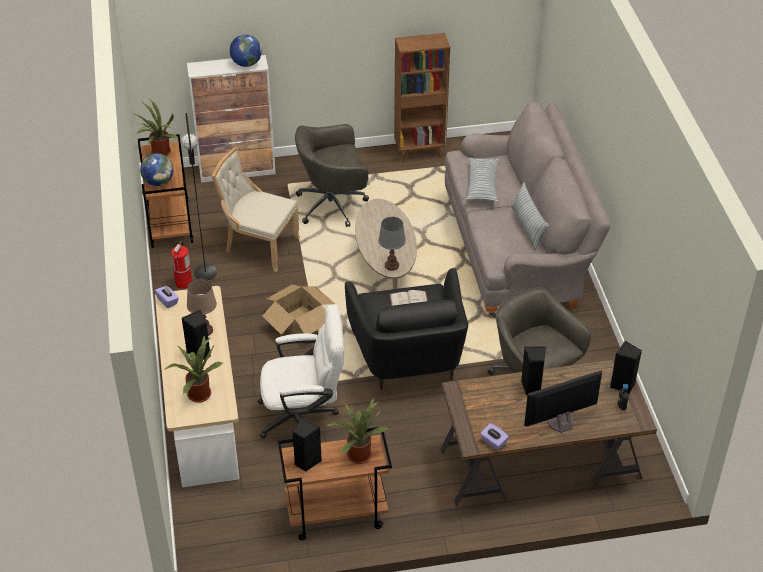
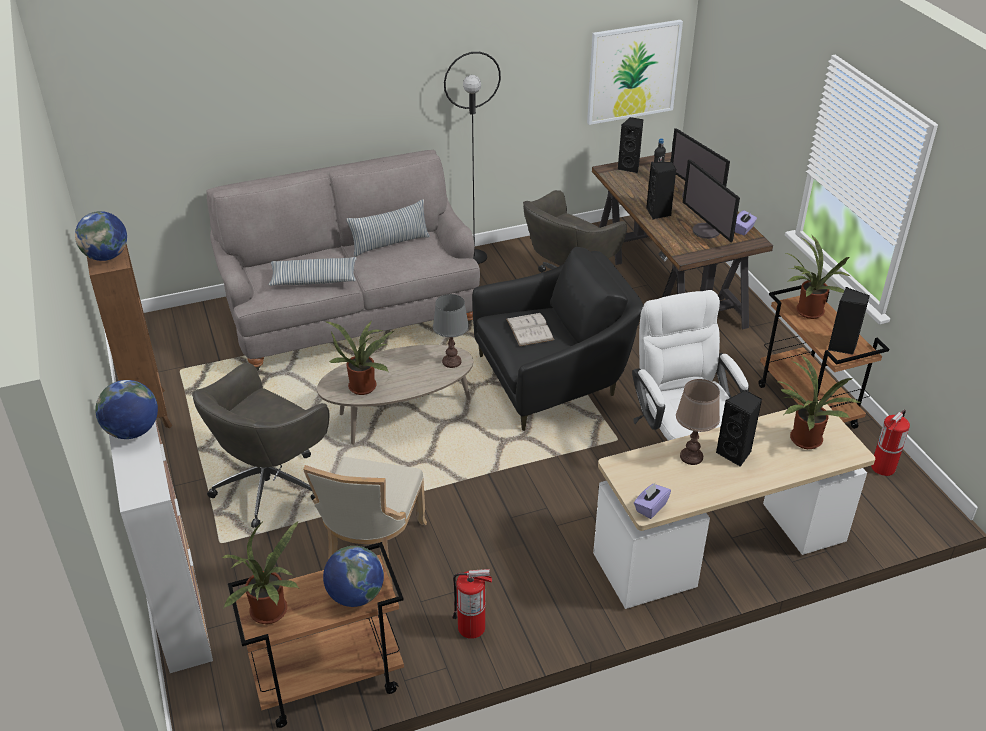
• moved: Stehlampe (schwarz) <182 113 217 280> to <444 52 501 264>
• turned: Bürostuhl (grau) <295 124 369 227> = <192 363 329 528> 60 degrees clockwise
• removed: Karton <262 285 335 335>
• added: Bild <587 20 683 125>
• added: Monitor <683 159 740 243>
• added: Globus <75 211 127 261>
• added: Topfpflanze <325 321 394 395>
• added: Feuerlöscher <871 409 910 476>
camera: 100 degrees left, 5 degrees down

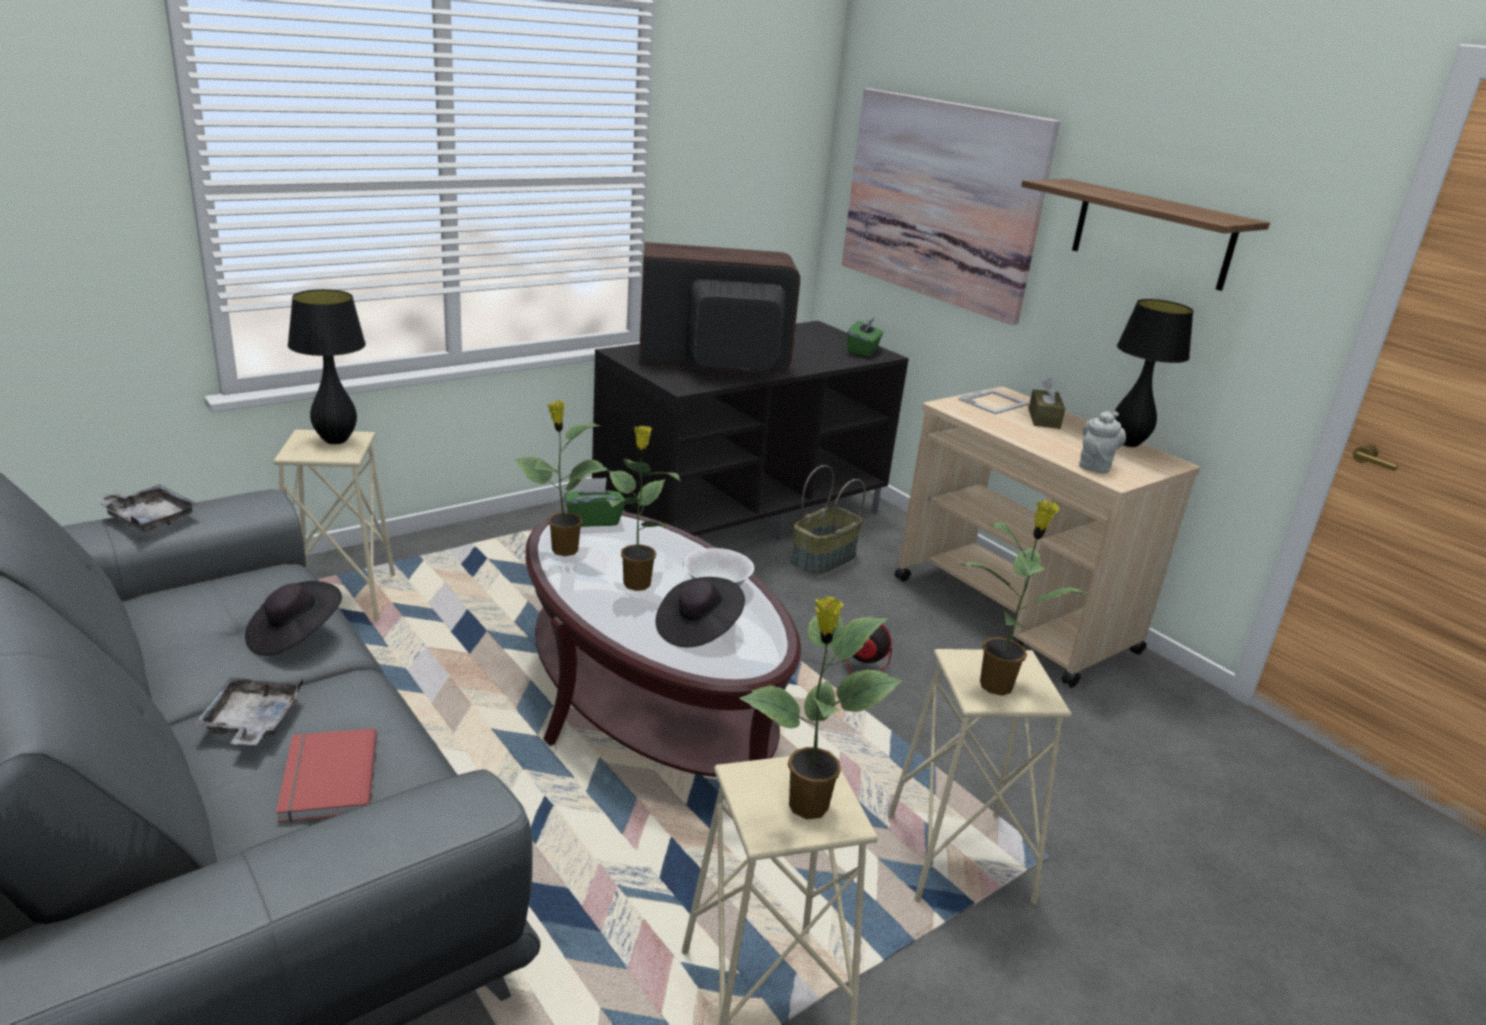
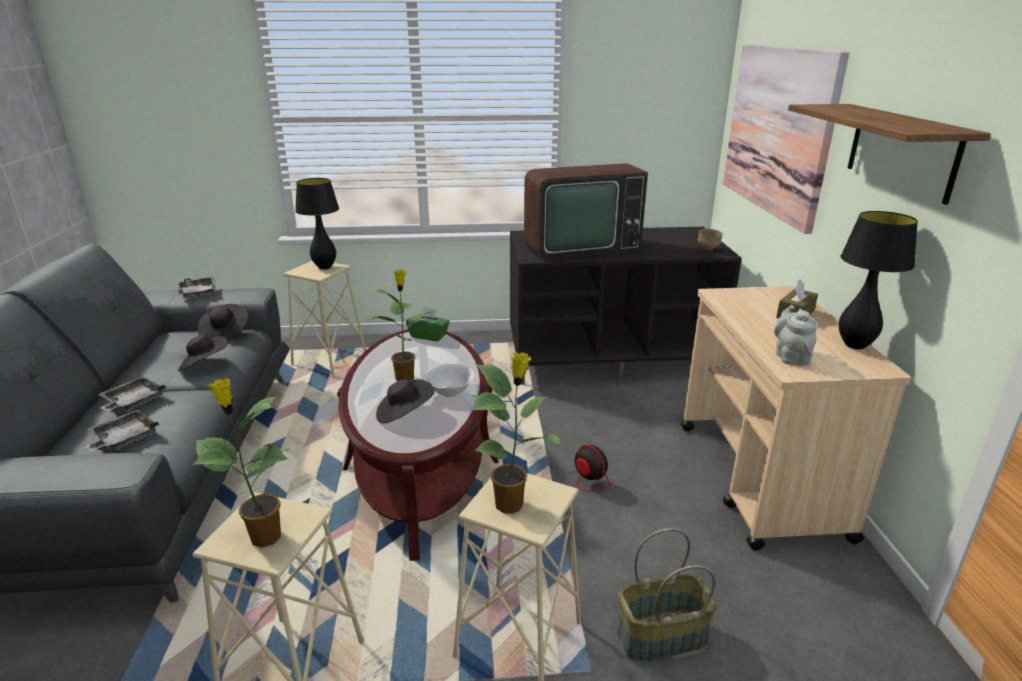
• turned: Fernseher <639 242 800 374> = <524 163 648 259> 135 degrees clockwise
• replaced: Taschentuchbox (grün) <847 317 884 357> to Schüssel (braun) <698 229 723 250>
• removed: Bilderrahmen <958 389 1029 414>
• removed: Topfpflanze <515 401 609 556>
• turned: Teekanne (grau) <1079 411 1126 473> = <774 305 818 365> 60 degrees counterclockwise
• moved: Korb <791 465 866 576> to <617 528 717 662>
• replaced: Buch (rot) <276 728 377 822> to Tablett (grau) <84 409 159 452>
• added: Hut (schwarz) <198 304 249 341>
camera: 35 degrees right, 0 degrees up

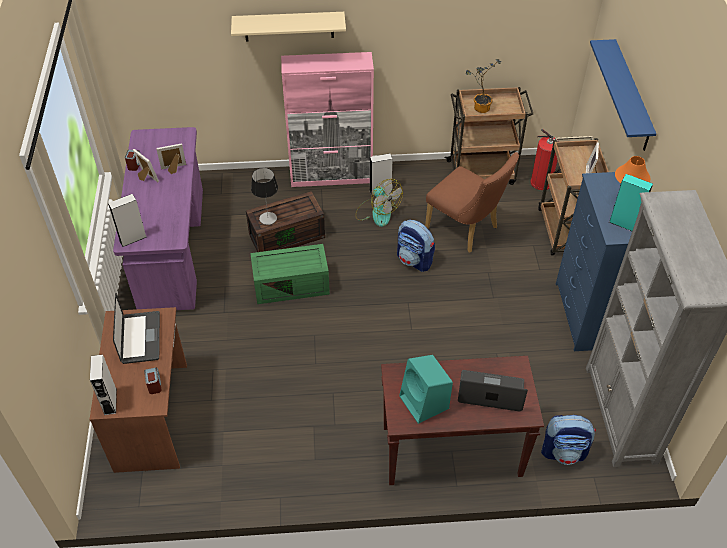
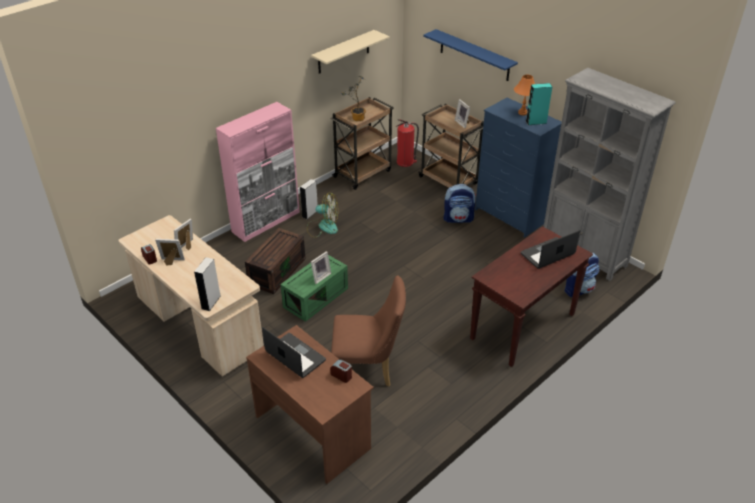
• moved: Wandregal (beige) <231 12 346 42> to <311 30 390 74>
• recoloured: Schreibtisch (lila) <113 127 203 310> to Schreibtisch (beige) <118 215 264 377>
• moved: Stuhl (braun) <425 152 519 253> to <331 275 406 387>
• removed: Tischlampe <251 168 278 225>
• moved: Rucksack <397 220 435 272> to <444 184 476 223>
• removed: Lautsprecher (grau) <90 354 117 415>
• removed: Lautsprecher (türkis) <399 355 453 424>
• added: Bilderrahmen <311 251 331 284>
camera: 40 degrees left, 10 degrees down

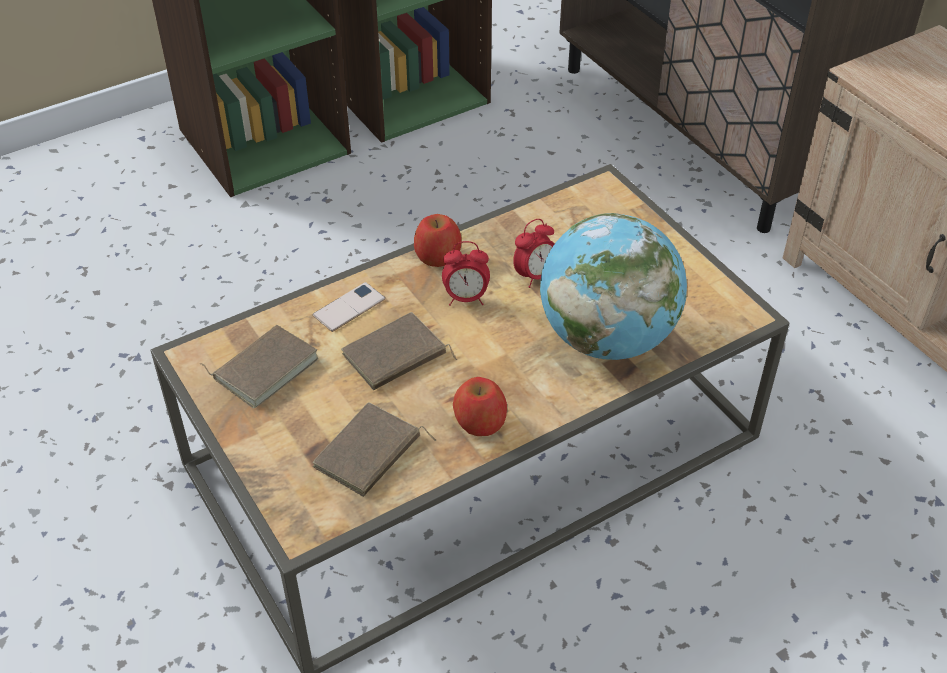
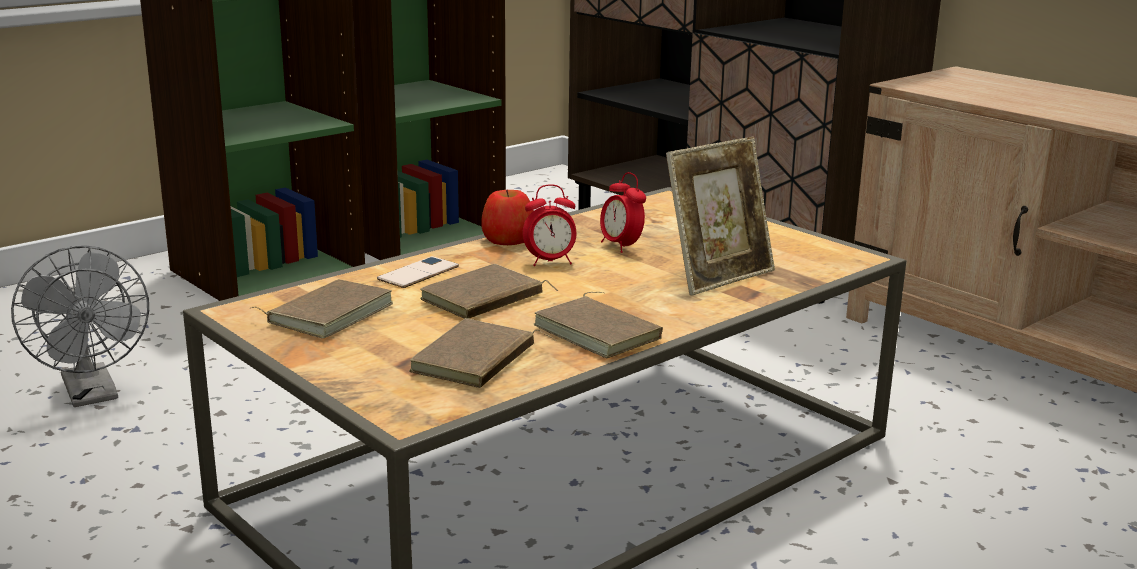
• replaced: Globus <540 213 687 360> to Bilderrahmen <666 136 775 295>
• turned: Wecker <513 219 555 288> = <600 172 646 253> 105 degrees clockwise
• replaced: Apfel <453 377 507 436> to Buch (braun) <534 292 663 358>
• added: Ventilator (grau) <11 245 149 407>
camera: 10 degrees left, 25 degrees down

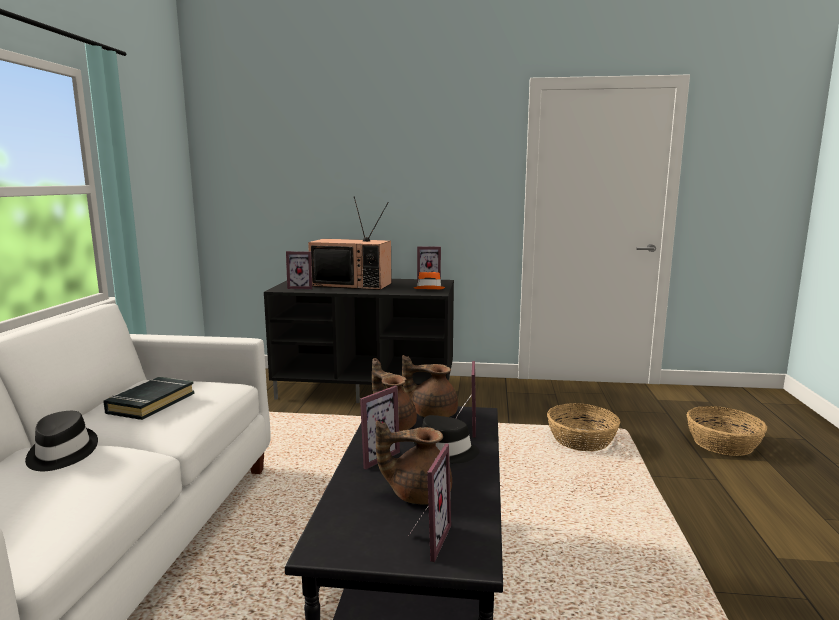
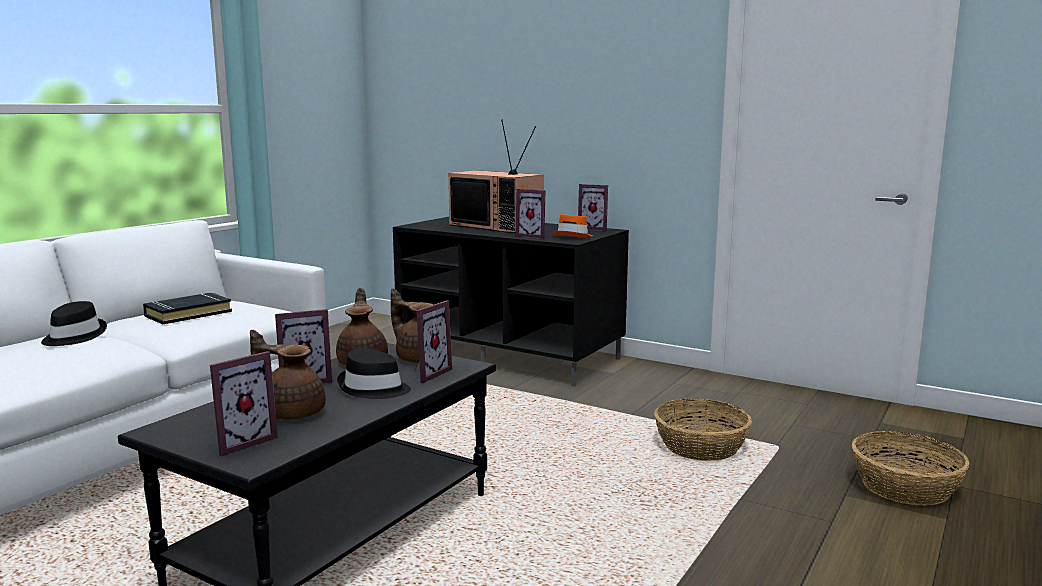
• moved: Bilderrahmen <286 251 312 289> to <516 189 545 239>
camera: 25 degrees right, 0 degrees up

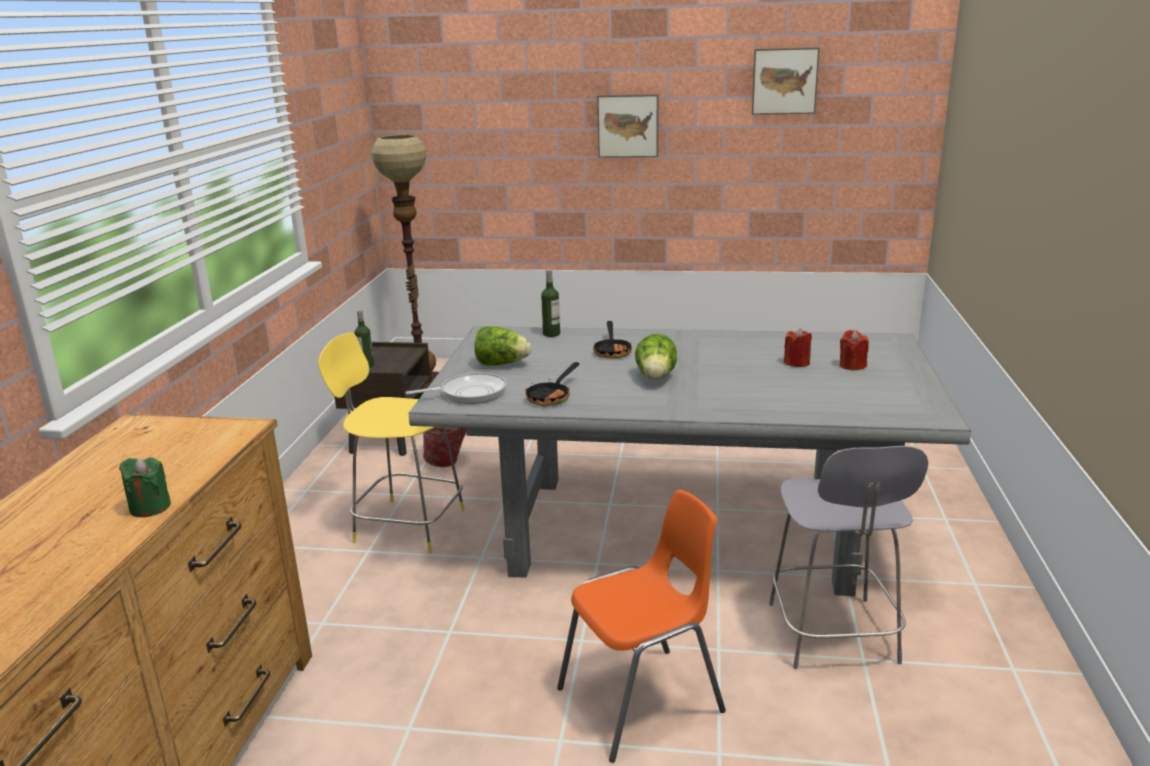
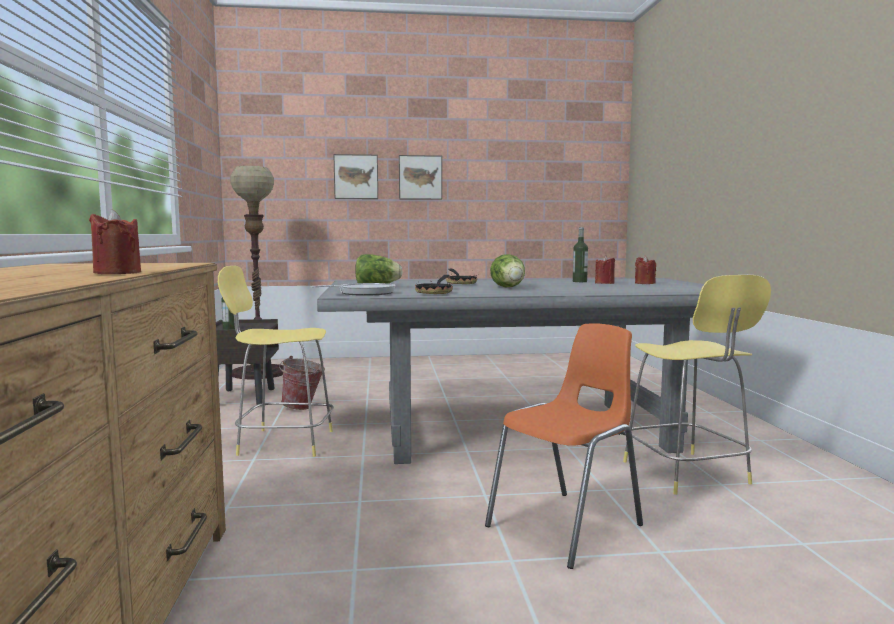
• moved: Bild <752 47 820 115> to <333 154 378 199>
• moved: Flasche <541 269 560 337> to <573 227 588 282>
• recoloured: Hocker (grau) <769 446 928 669> to Hocker (gelb) <623 275 771 495>
• recoloured: Kerze (grün) <119 457 171 517> to Kerze (rot) <89 209 141 274>
camera: 15 degrees left, 15 degrees down

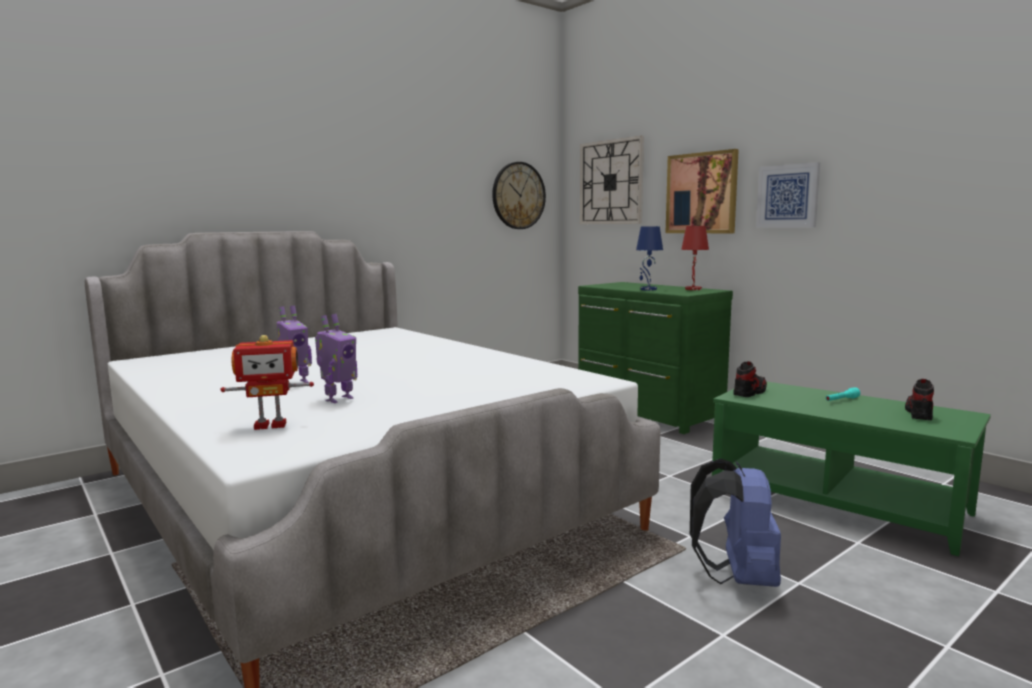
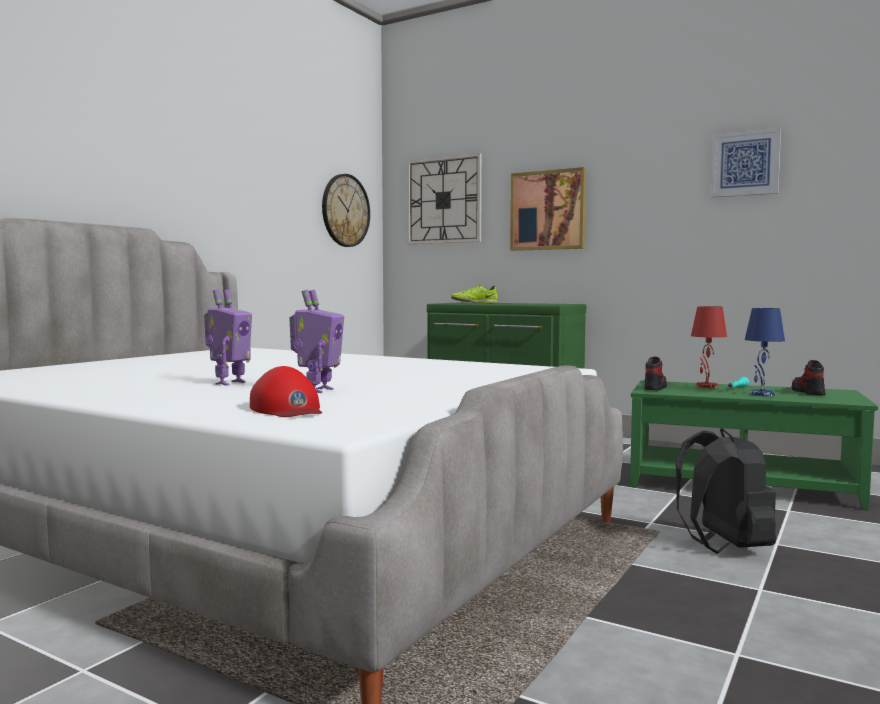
• moved: Bild <756 162 820 228> to <711 127 781 198>
• moved: Tischlampe (blau) <636 226 663 290> to <745 308 785 396>
• moved: Tischlampe (rot) <681 226 709 290> to <691 306 727 388>
• replaced: Spielzeugroboter <220 335 314 430> to Kappe (rot) <250 366 322 417>
• recoloured: Rucksack (blau) <690 458 781 587> to Rucksack (schwarz) <676 428 776 554>
• added: Schuh <451 285 498 303>
camera: 20 degrees left, 5 degrees down

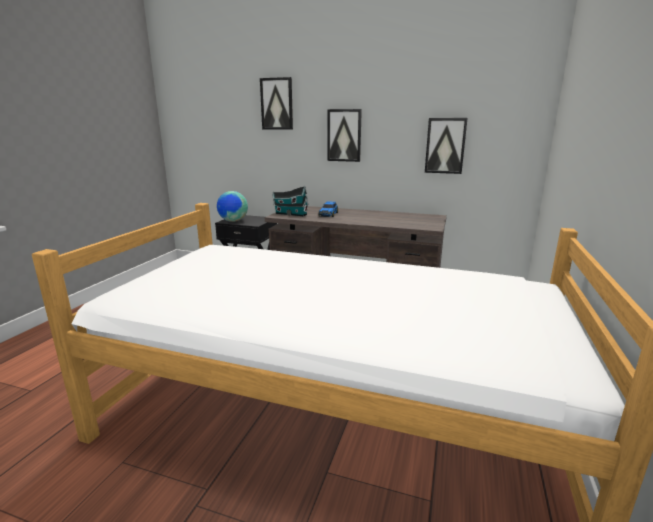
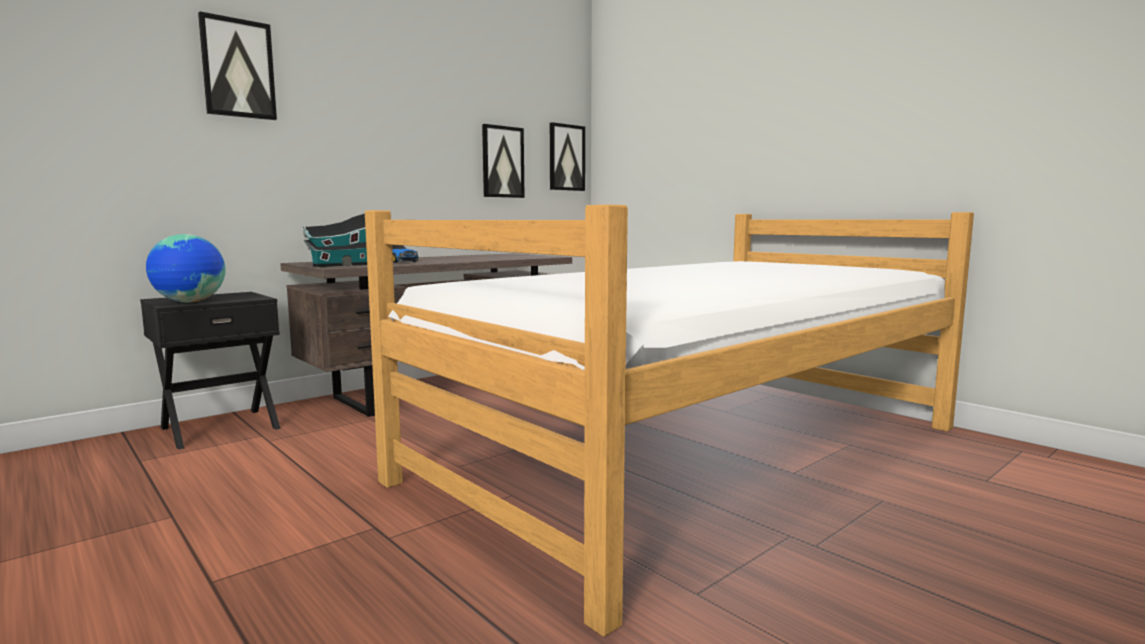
• moved: Bild <327 109 362 162> to <550 122 585 191>
camera: 60 degrees left, 10 degrees down

